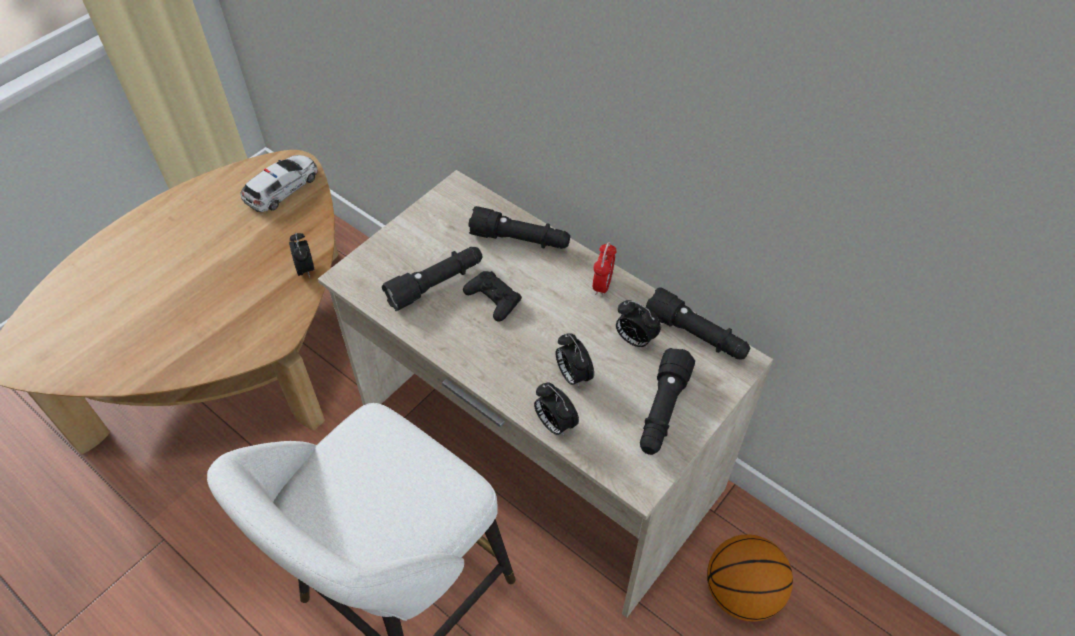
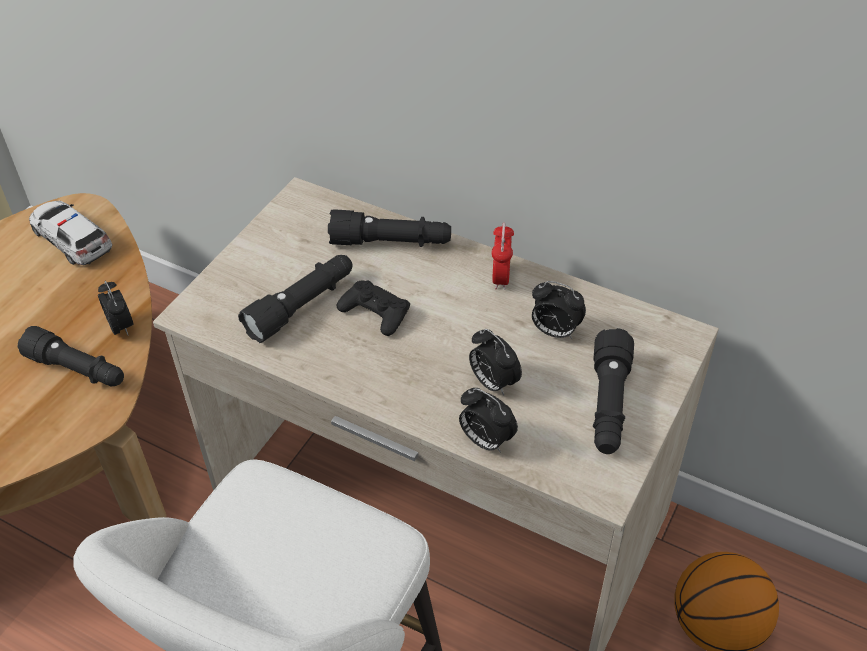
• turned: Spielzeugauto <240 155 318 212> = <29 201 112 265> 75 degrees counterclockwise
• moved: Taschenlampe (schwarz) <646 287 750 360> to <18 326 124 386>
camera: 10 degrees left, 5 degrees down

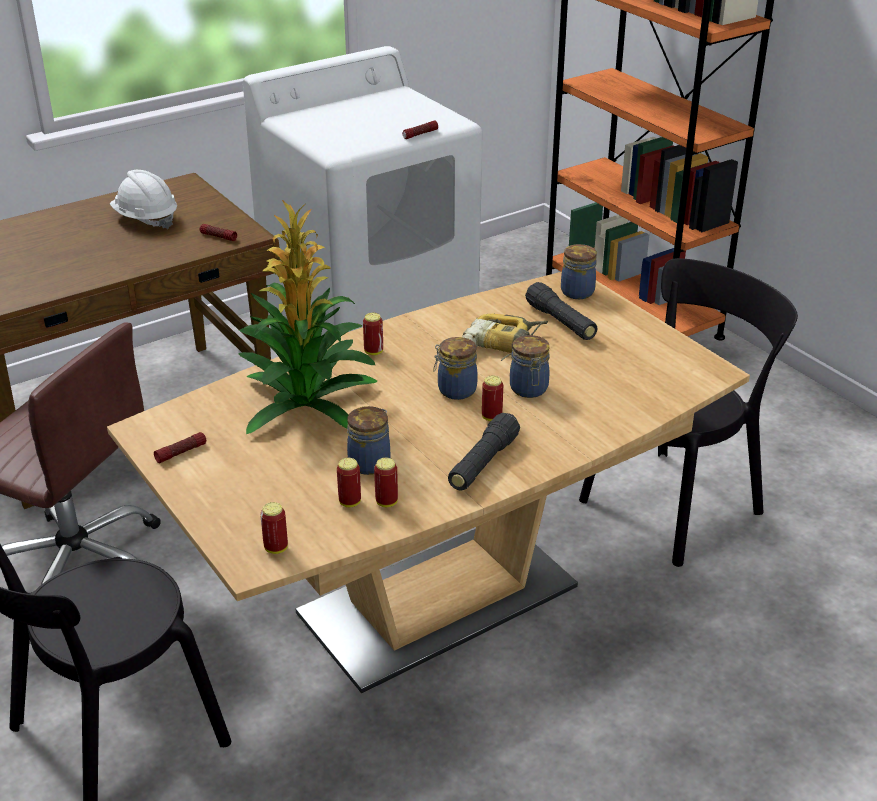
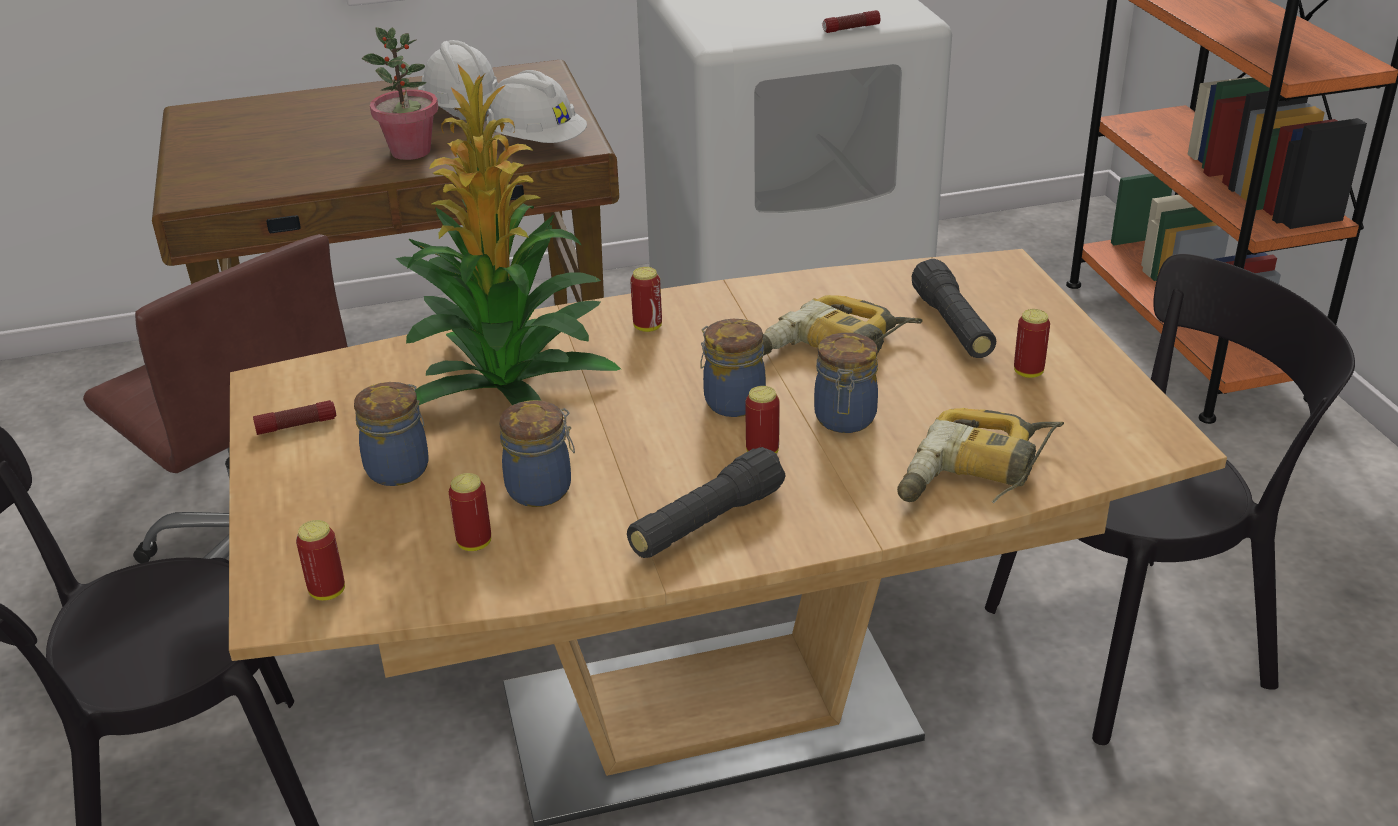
• replaced: Taschenlampe <200 224 237 241> to Schutzhelm (weiß) <487 70 587 143>
• moved: Vorratsglas <561 244 597 299> to <354 382 429 486>
• moved: Dose <374 458 398 507> to <1014 309 1050 378>
• added: Topfpflanze <362 27 438 160>
• added: Bohrmaschine <897 408 1064 503>
camera: 20 degrees right, 0 degrees up

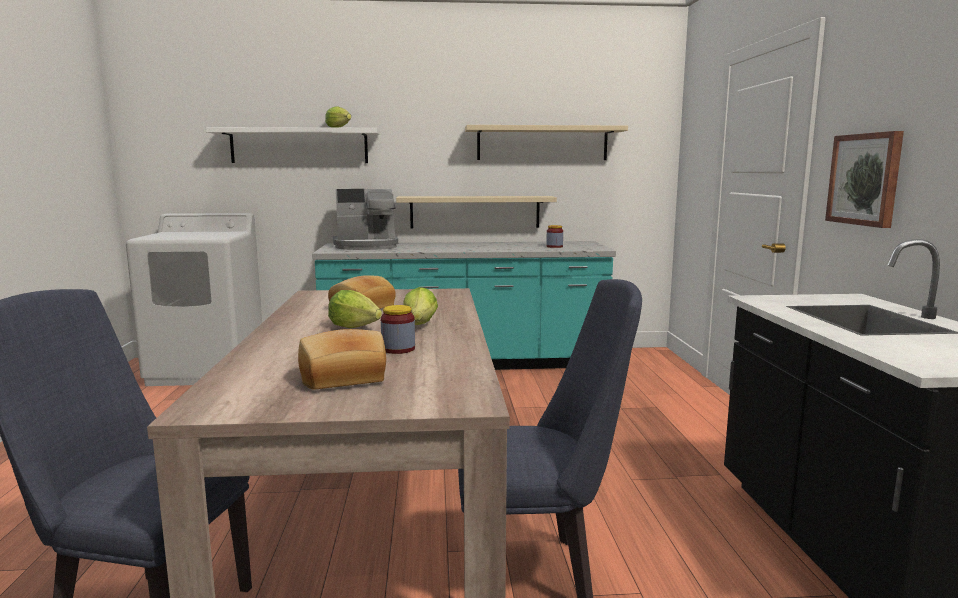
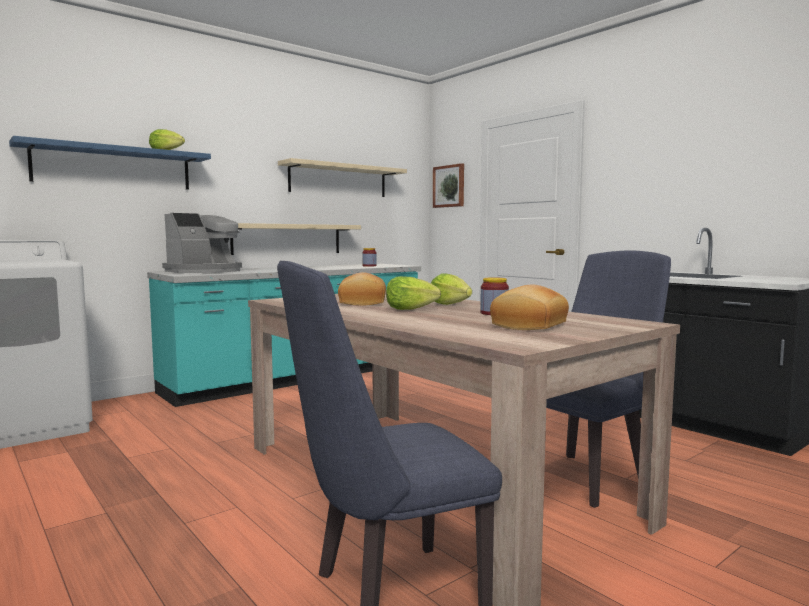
• recoloured: Wandregal (weiß) <206 127 379 163> to Wandregal (blau) <9 136 211 190>
• moved: Bild <825 131 904 228> to <433 163 464 208>
camera: 35 degrees left, 5 degrees down

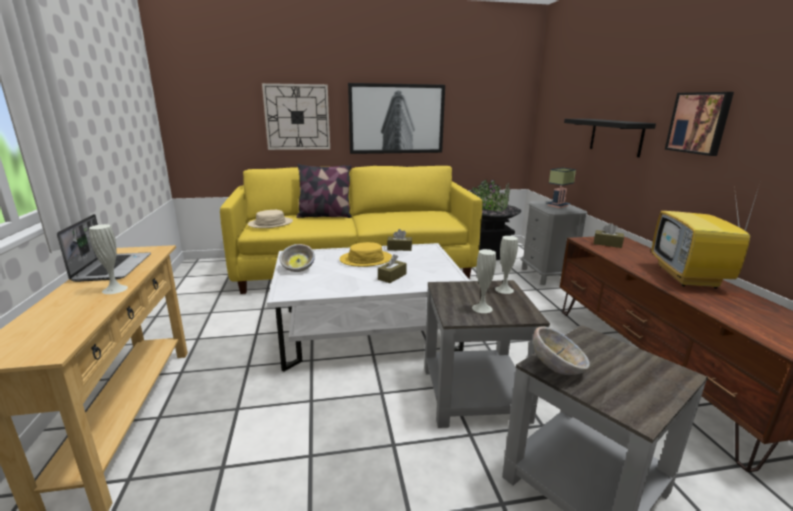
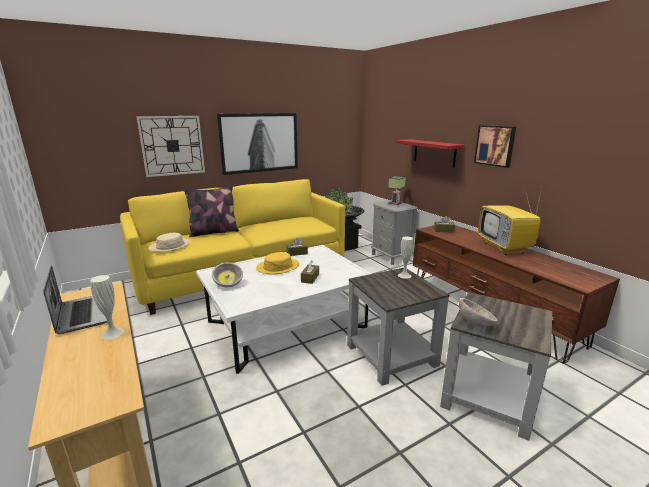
• recoloured: Wandregal (schwarz) <564 119 656 157> to Wandregal (rot) <396 139 464 168>
• removed: Vase (weiß) <472 249 496 313>
camera: 20 degrees left, 0 degrees up

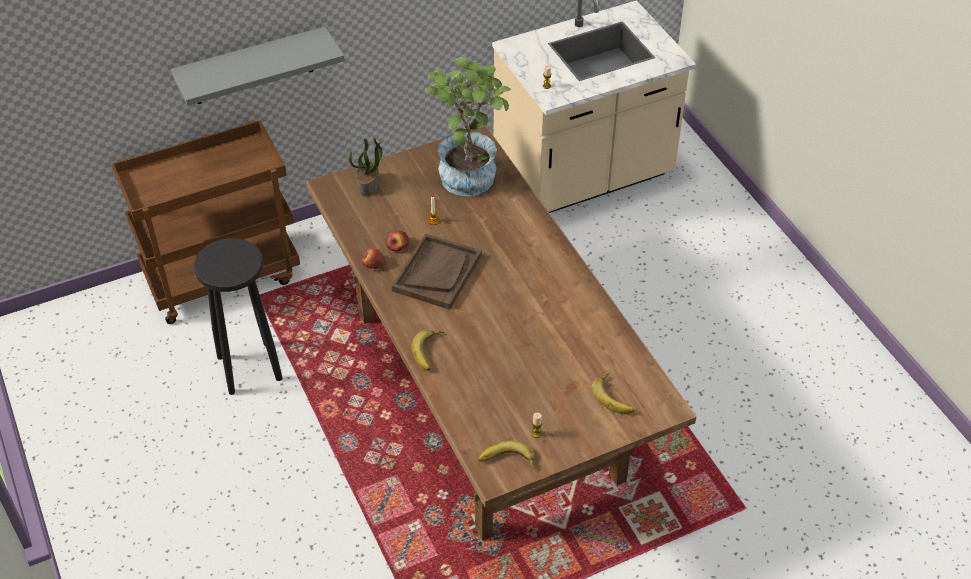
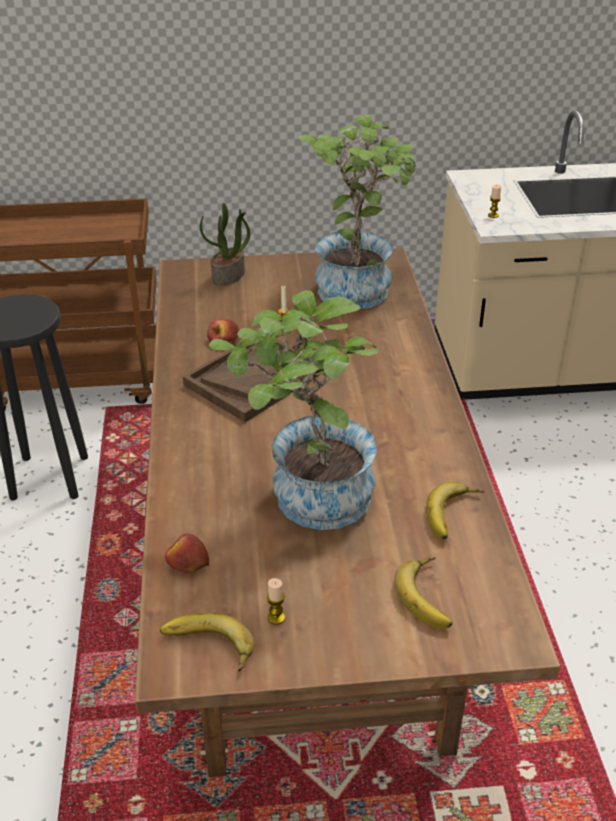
• removed: Wandregal (grau) <171 27 345 106>
• moved: Apfel <361 248 386 269> to <165 534 209 573>
• moved: Banane <411 330 444 371> to <426 481 484 539>
• added: Topfpflanze <209 290 379 530>
camera: 20 degrees right, 10 degrees down

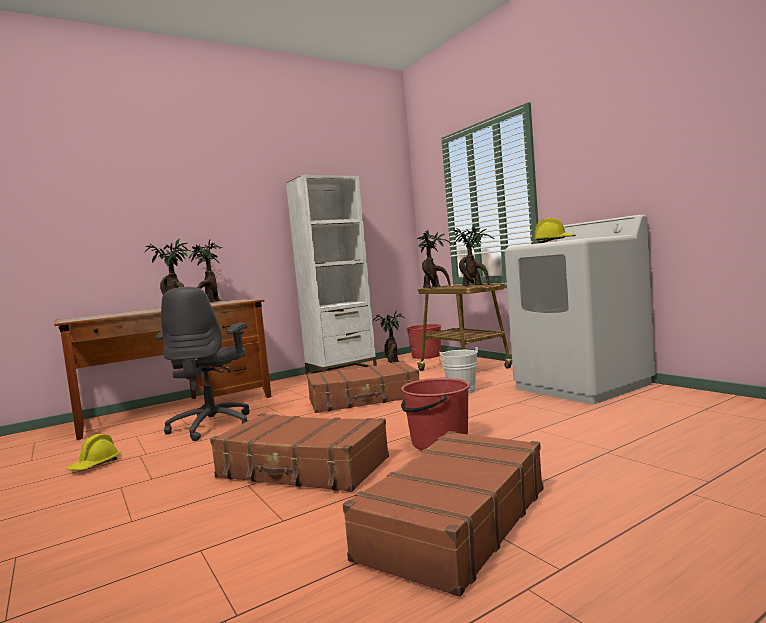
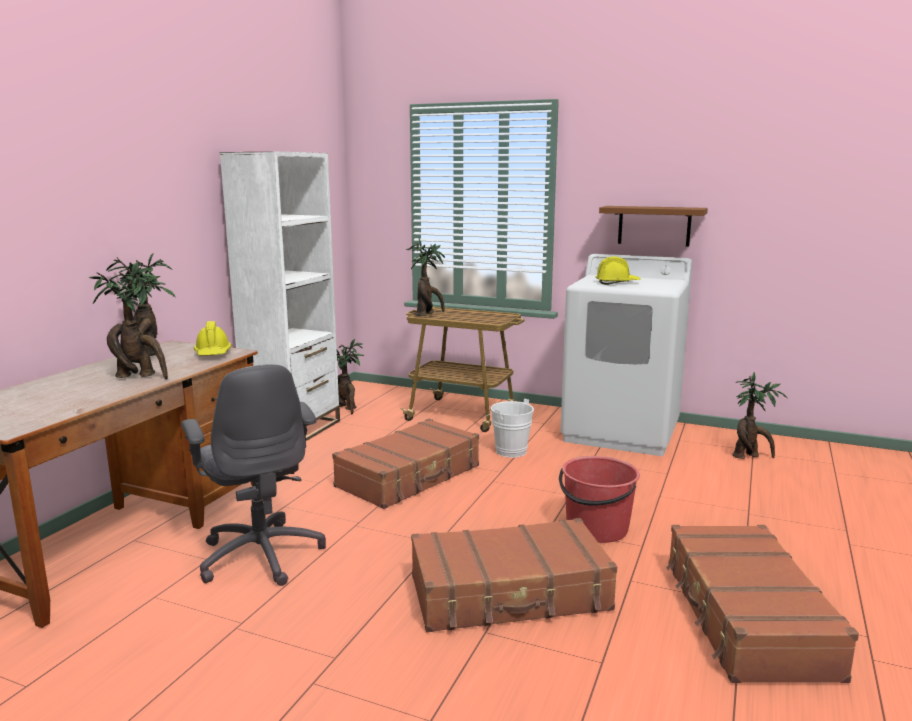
• moved: Topfpflanze <453 224 495 286> to <732 372 787 459>
• removed: Eimer (rot) <406 324 442 359>
• moved: Schutzhelm (gelb) <67 434 121 471> to <194 321 231 355>
• added: Wandregal (braun) <599 206 708 247>
camera: 35 degrees left, 10 degrees up

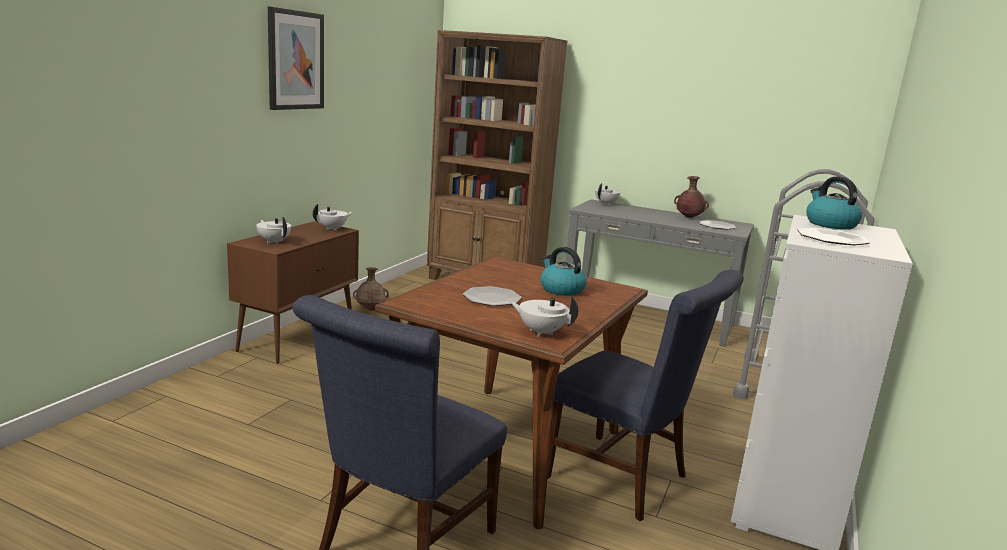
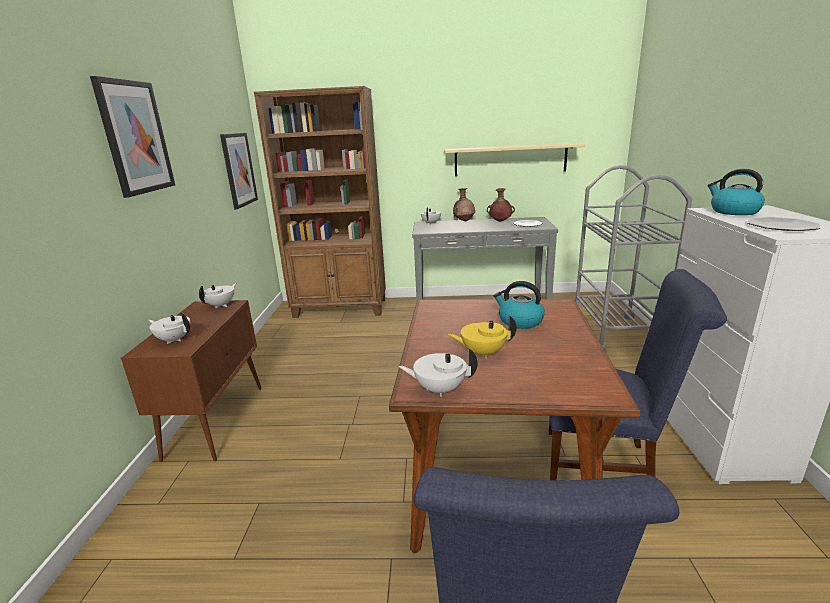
• moved: Vase (braun) <353 267 389 310> to <453 188 475 221>
• replaced: Teller <463 286 522 306> to Teekanne (gelb) <448 315 517 359>
• moved: Teekanne (weiß) <509 296 578 336> to <398 348 478 397>
• added: Bild <220 133 258 209>
• added: Wandregal (beige) <445 143 585 176>
camera: 20 degrees left, 5 degrees up

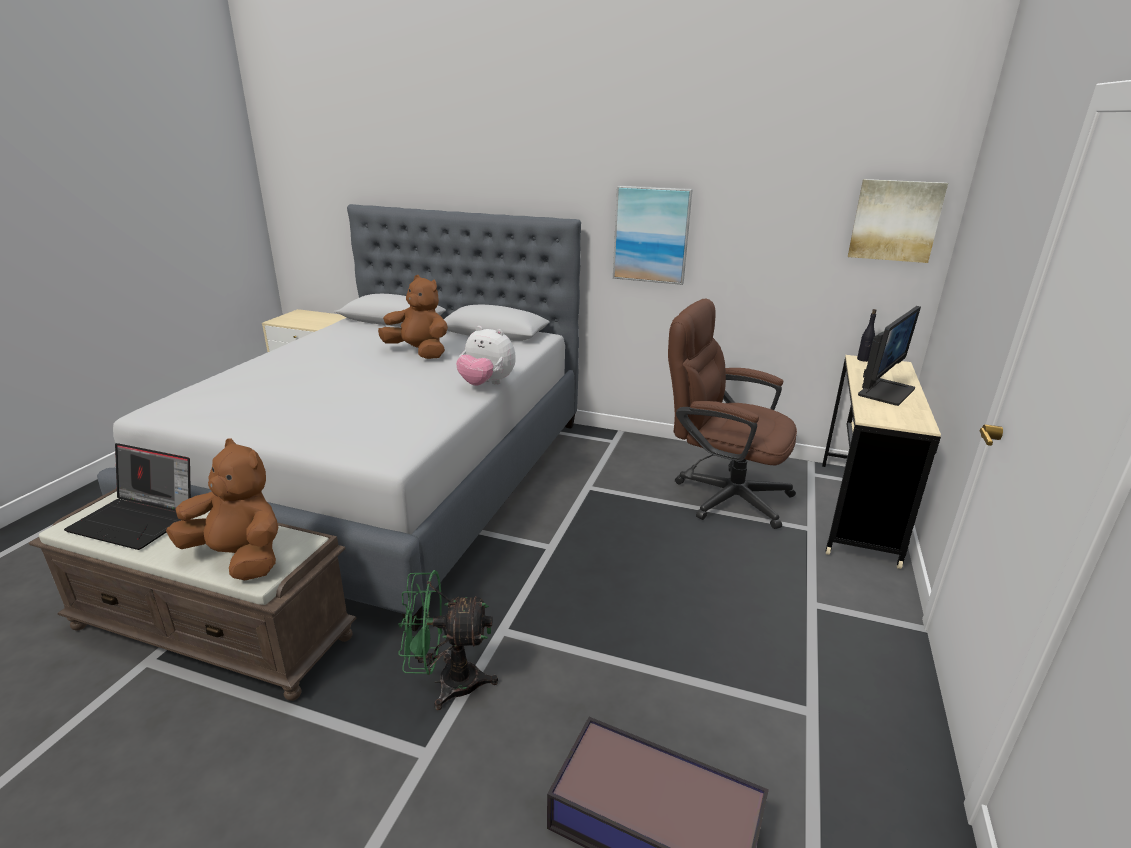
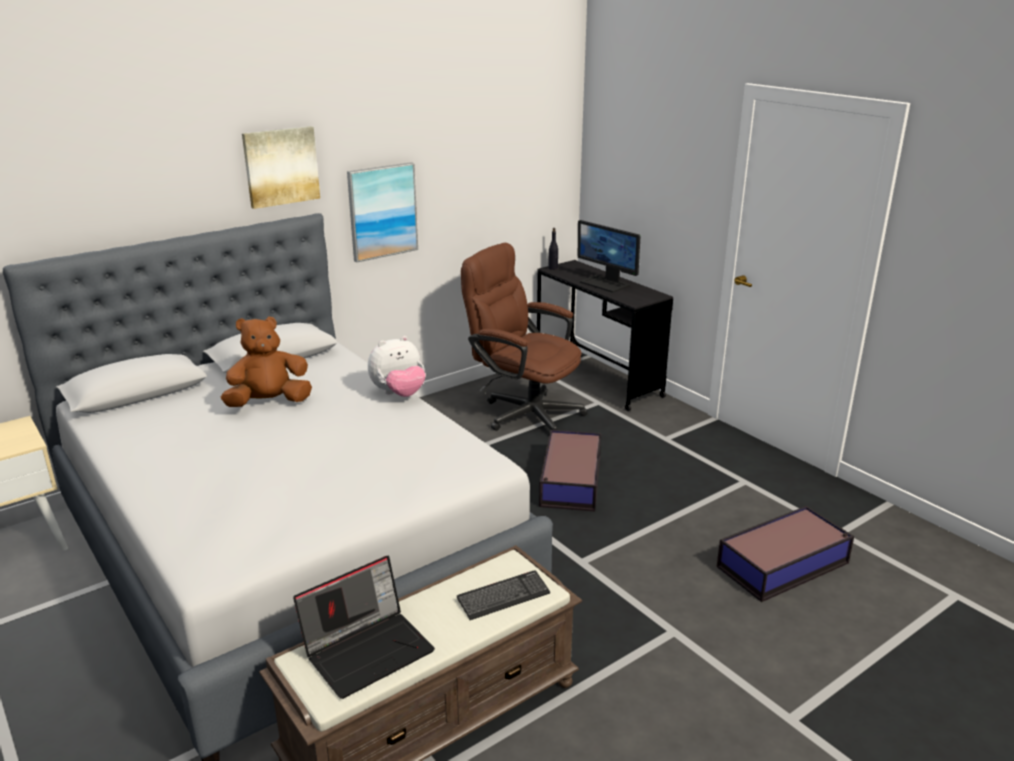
• moved: Bild <848 179 948 263> to <242 126 320 209>
• turned: Bürostuhl (braun) <668 299 797 529> = <461 243 587 431> 60 degrees clockwise
• turned: Monitor <858 306 921 406> = <578 220 641 293> 150 degrees clockwise
• recoloured: Schreibtisch (beige) <822 355 941 569> to Schreibtisch (schwarz) <537 260 673 411>
• replaced: Plüschtier (braun) <166 439 278 580> to Tastatur <457 570 551 620>
• removed: Ventilator (grün) <398 570 498 710>
• added: Aufbewahrungsbox <539 430 601 511>
camera: 55 degrees left, 0 degrees up

